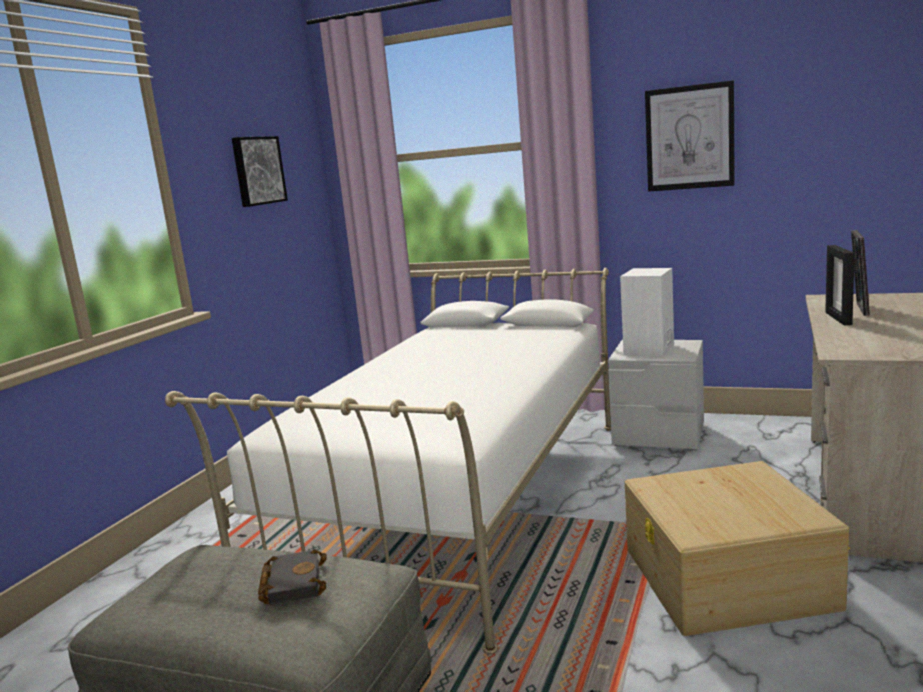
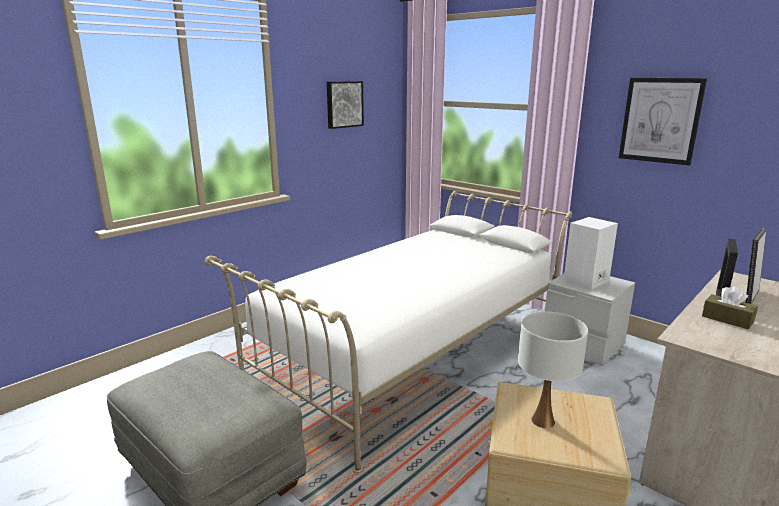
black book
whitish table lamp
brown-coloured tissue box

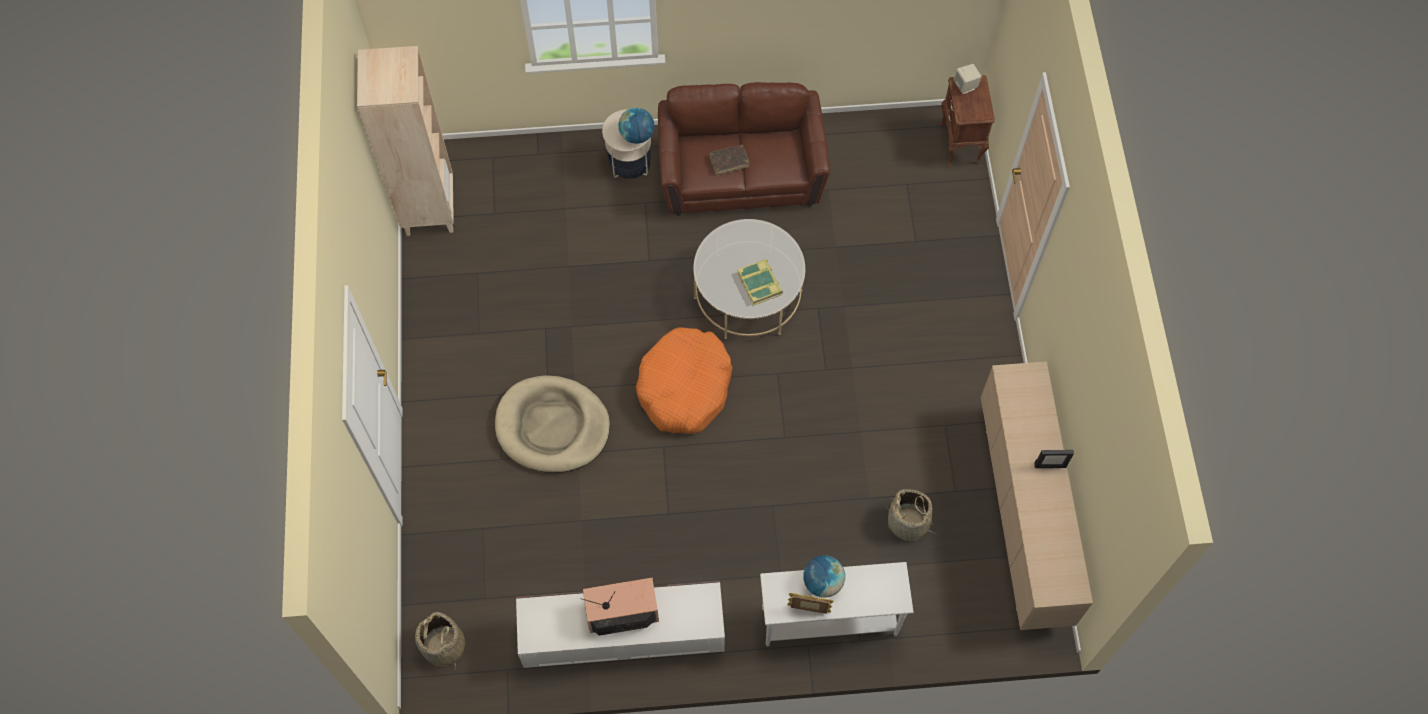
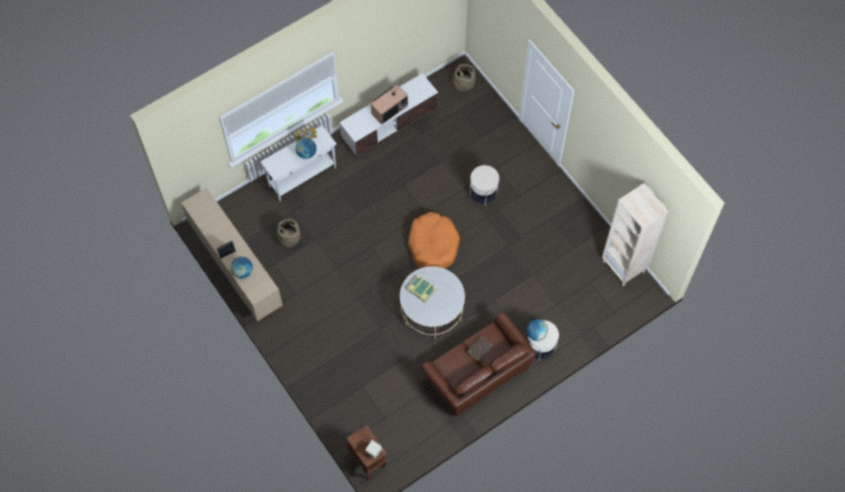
beige end table (1st from left)
world globe (1st from left)

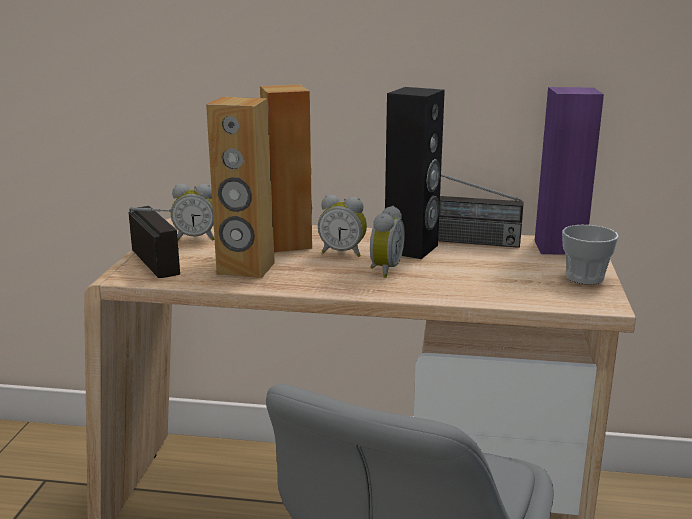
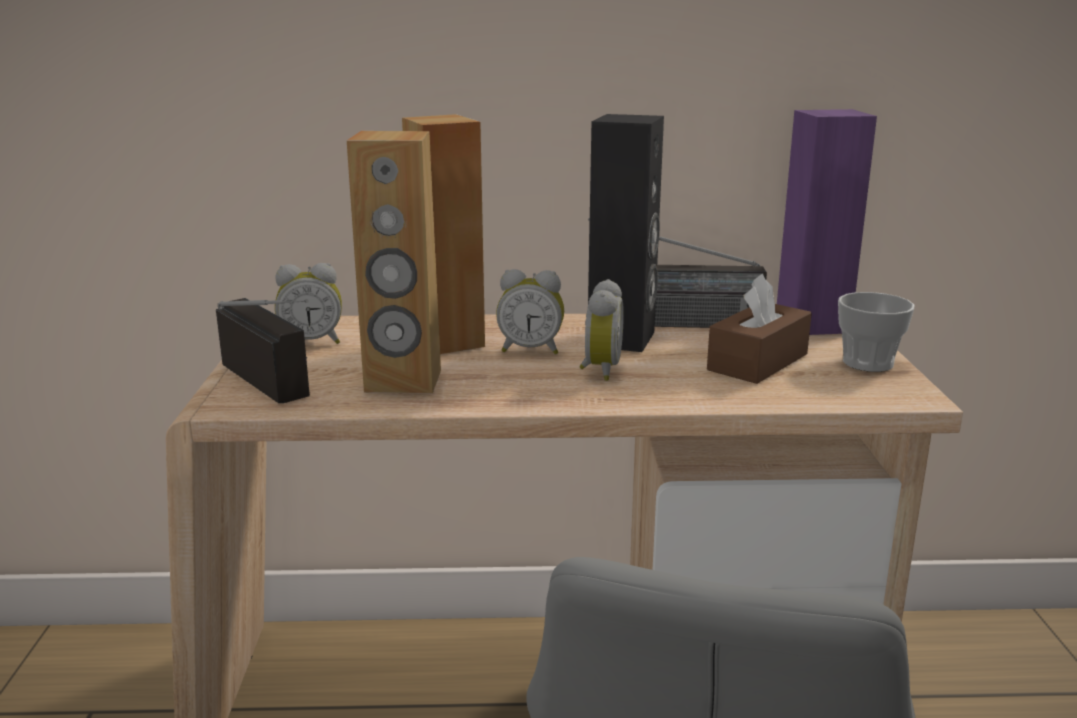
brown-coloured tissue box

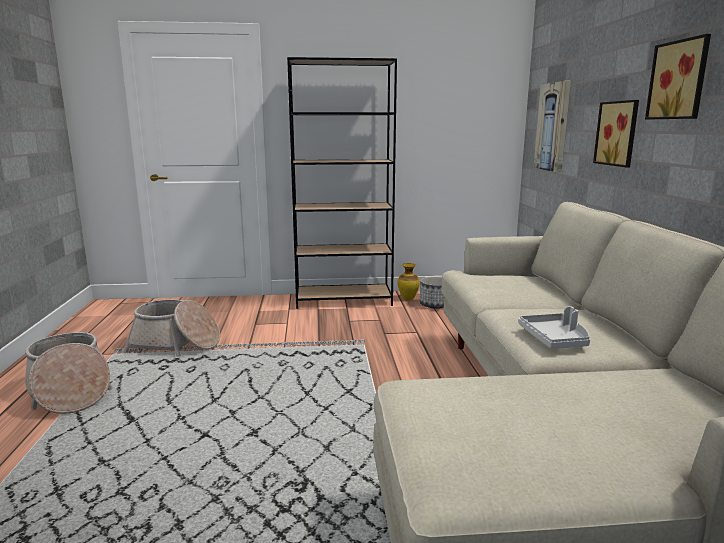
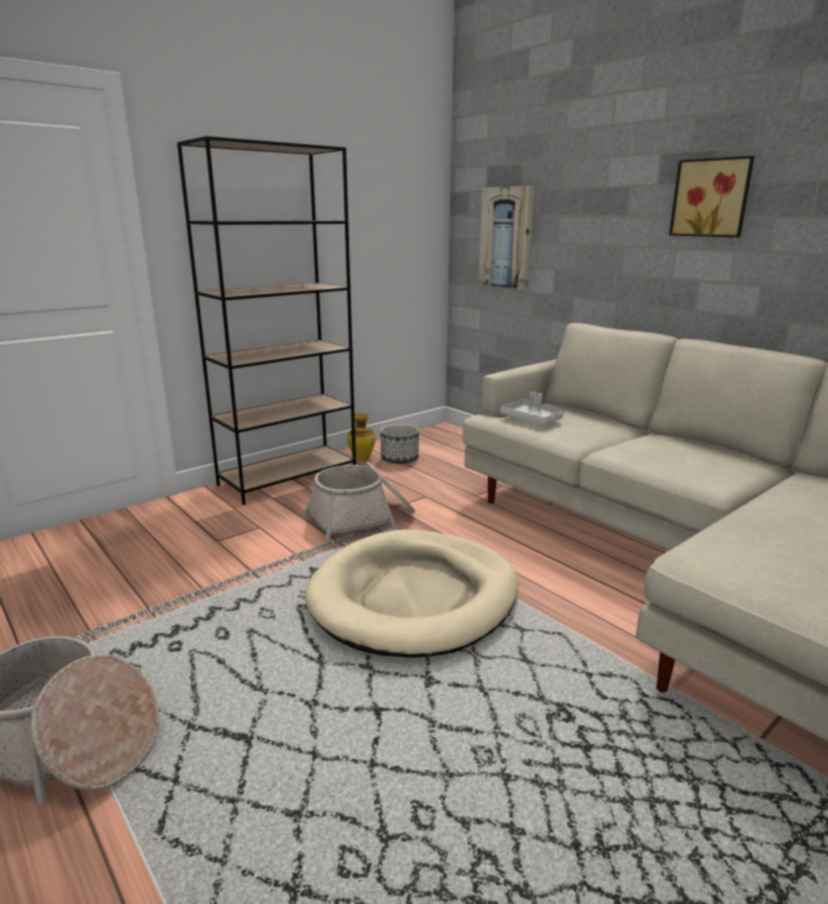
household basket (2nd from left)
greyish carrying tray
wall picture (2nd from left in the first image)
beige dog bed

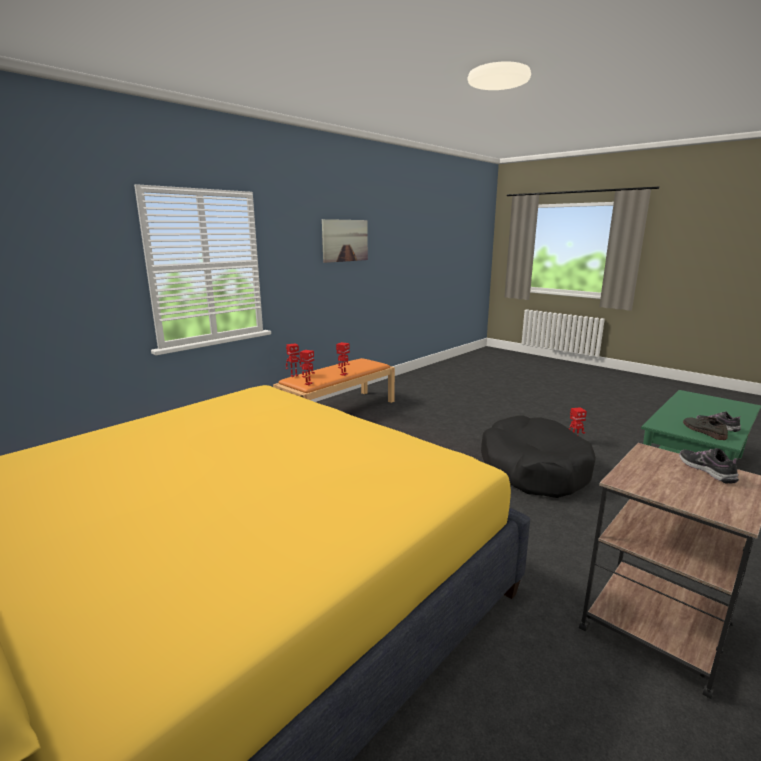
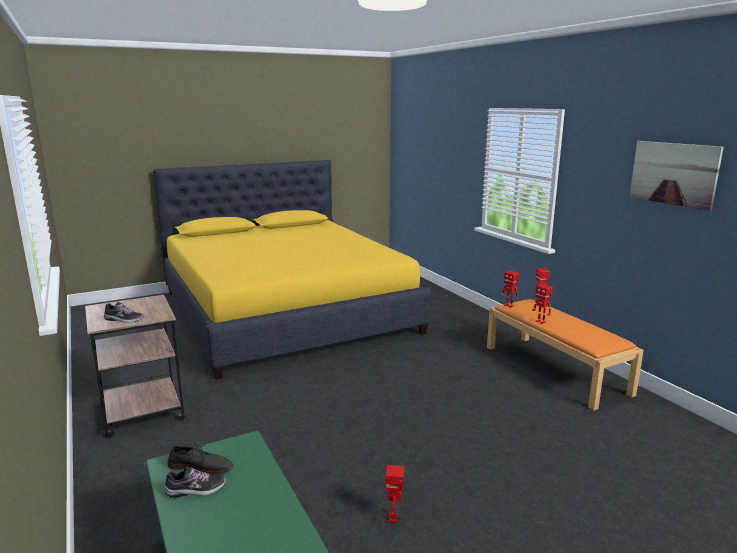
black dog bed

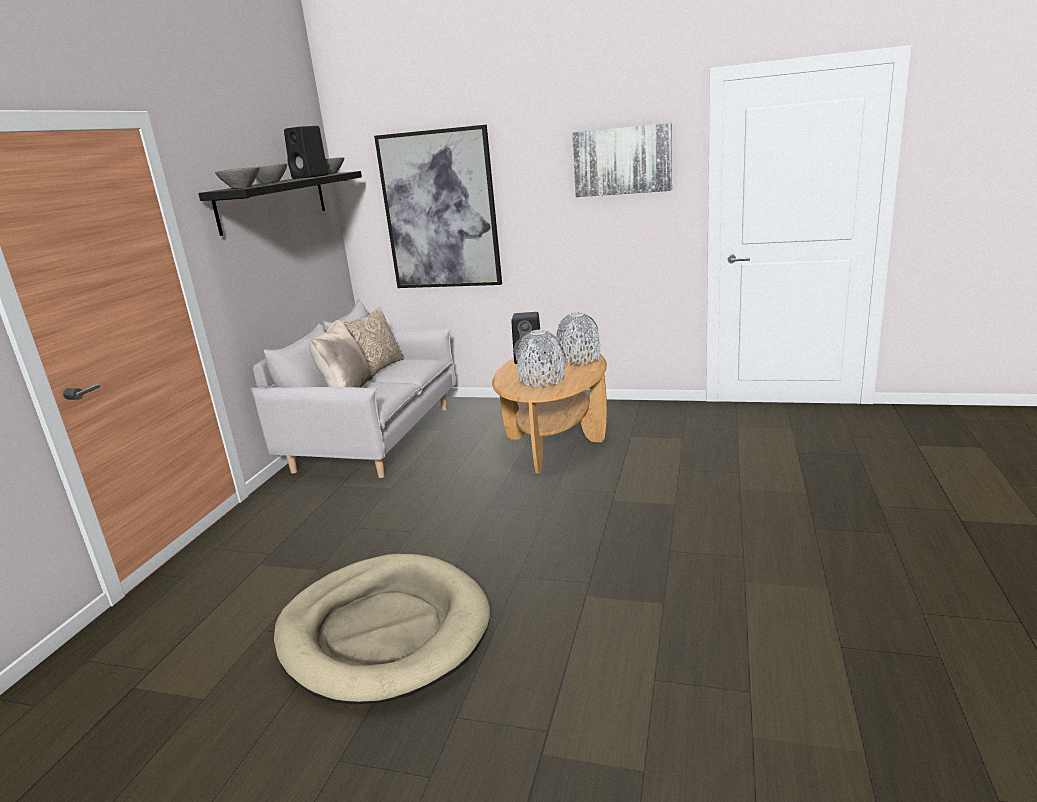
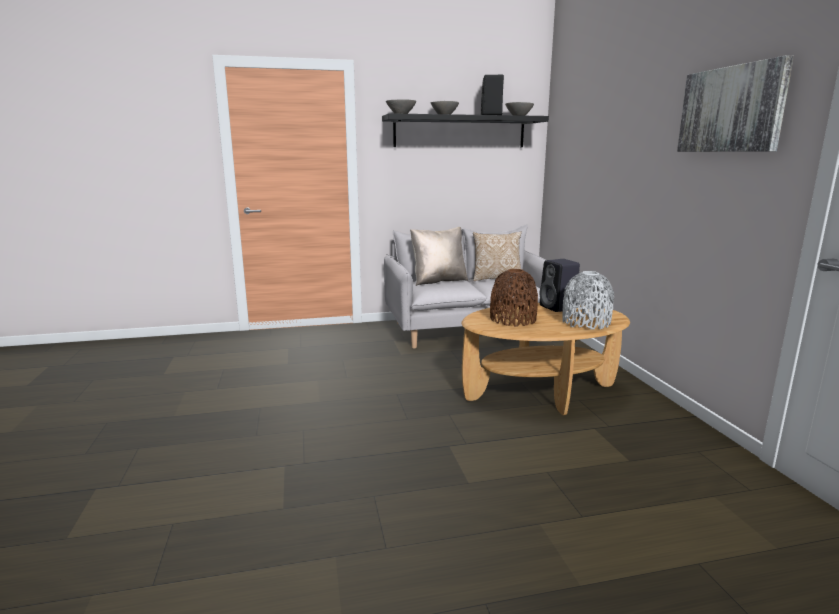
beige dog bed
wall picture (1st from left in the first image)
brown-coloured flower vase

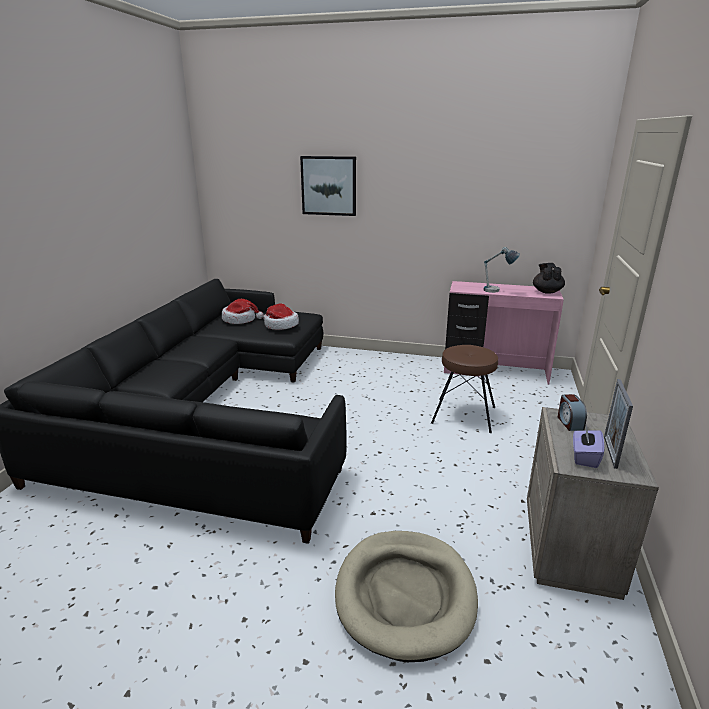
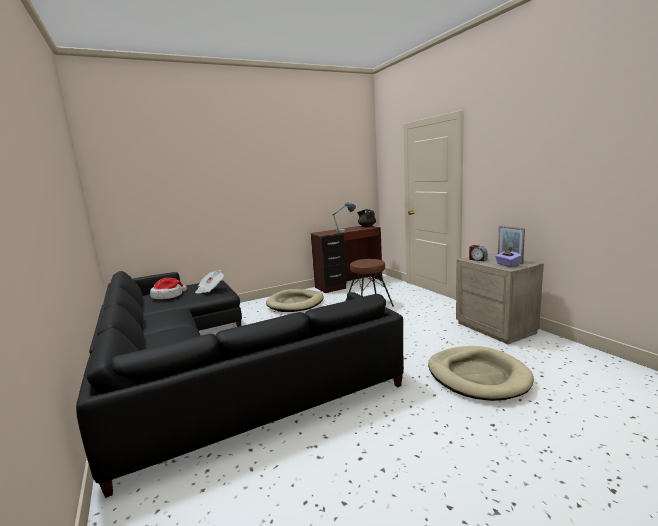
printed paper
wall picture
brown-coloured desk table
beige dog bed (1st from left)

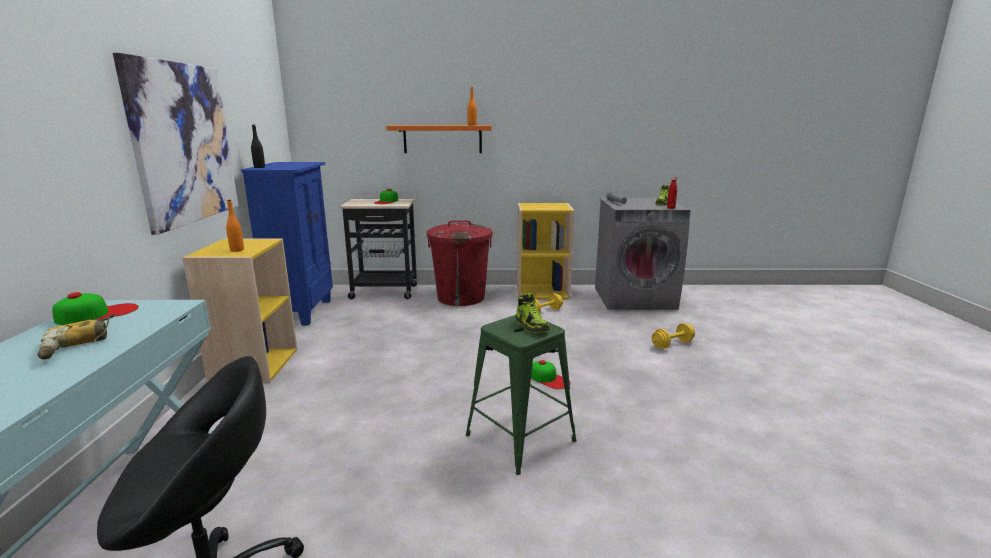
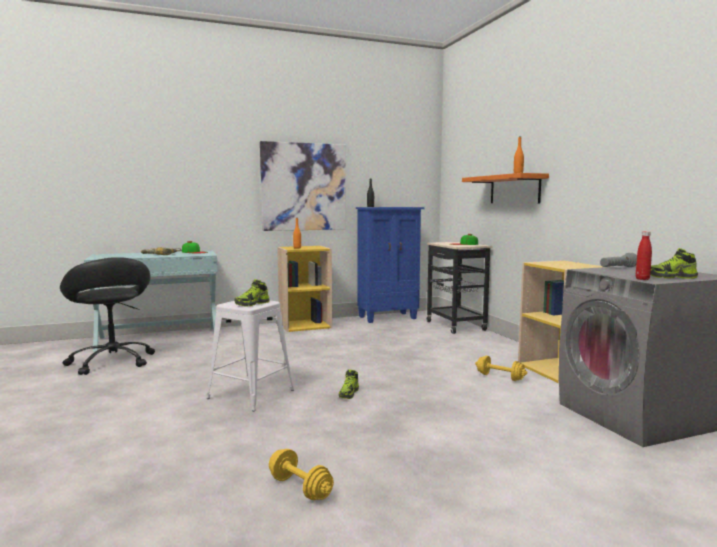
red trash can
whitish stool seat
item of footwear (2nd from left)
yellow-coloured free weight (1st from left)

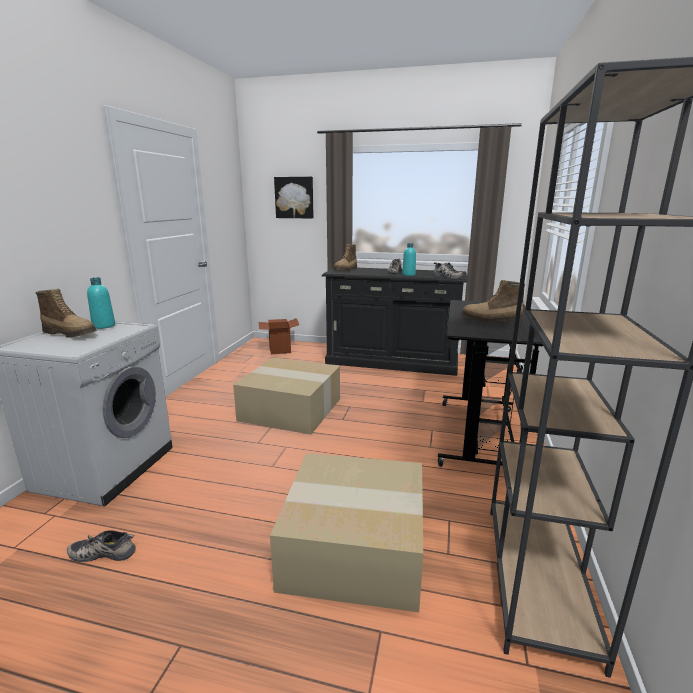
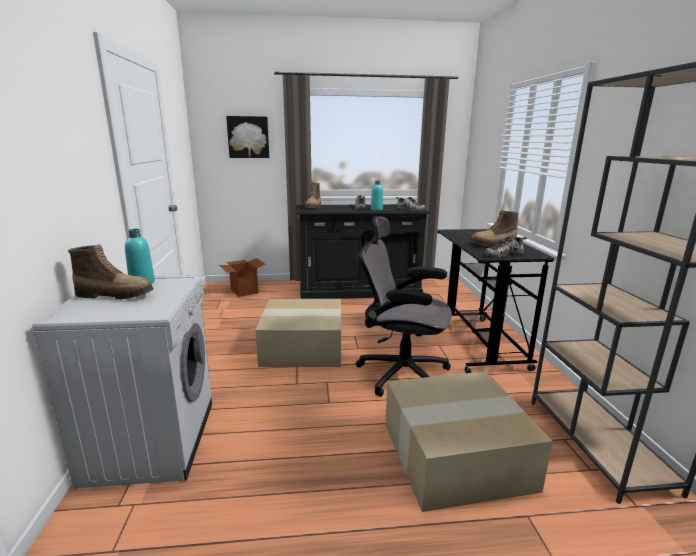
item of footwear (3rd from left)
computer chair

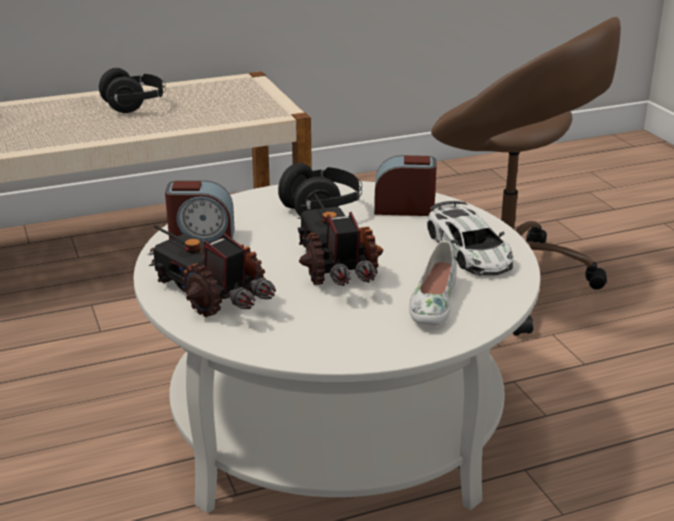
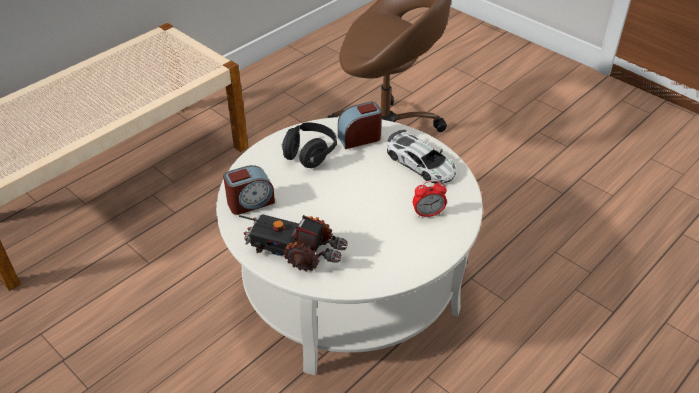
black pair of headphones (1st from left in the first image)
toy lorry (2nd from left in the first image)
table clock (3rd from left)

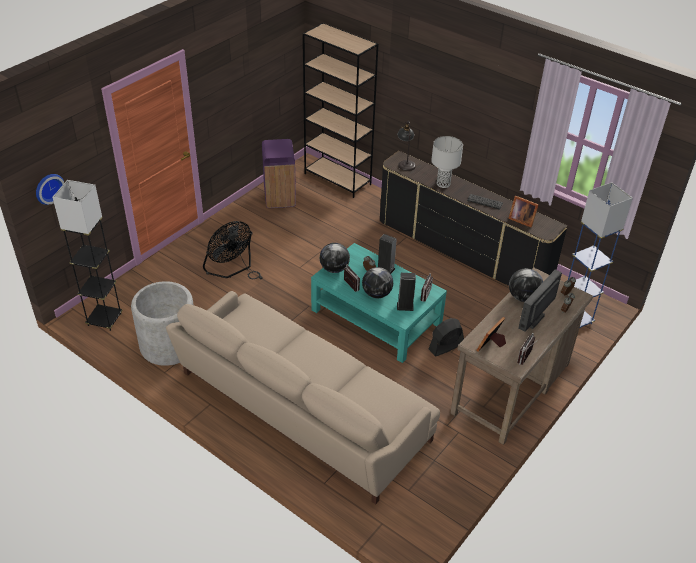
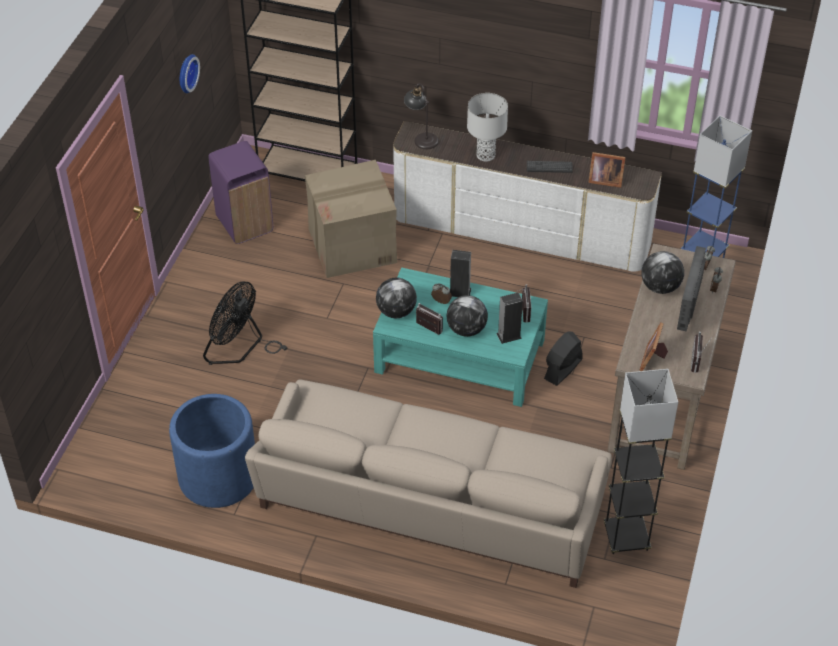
wall clock
greyish floor lamp
blue planter
whitish cabinet
packing box

